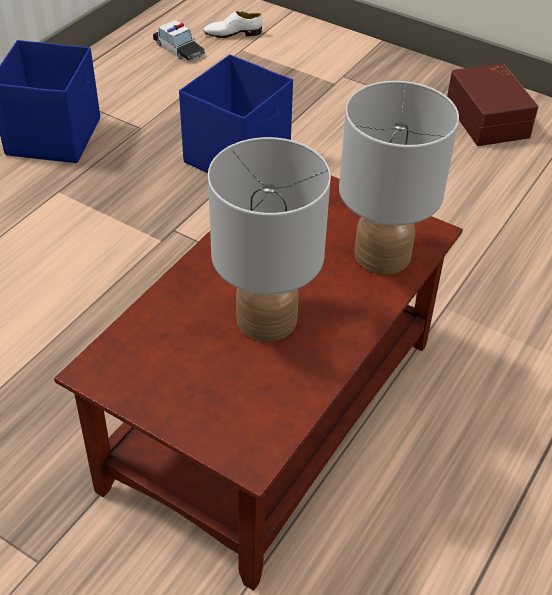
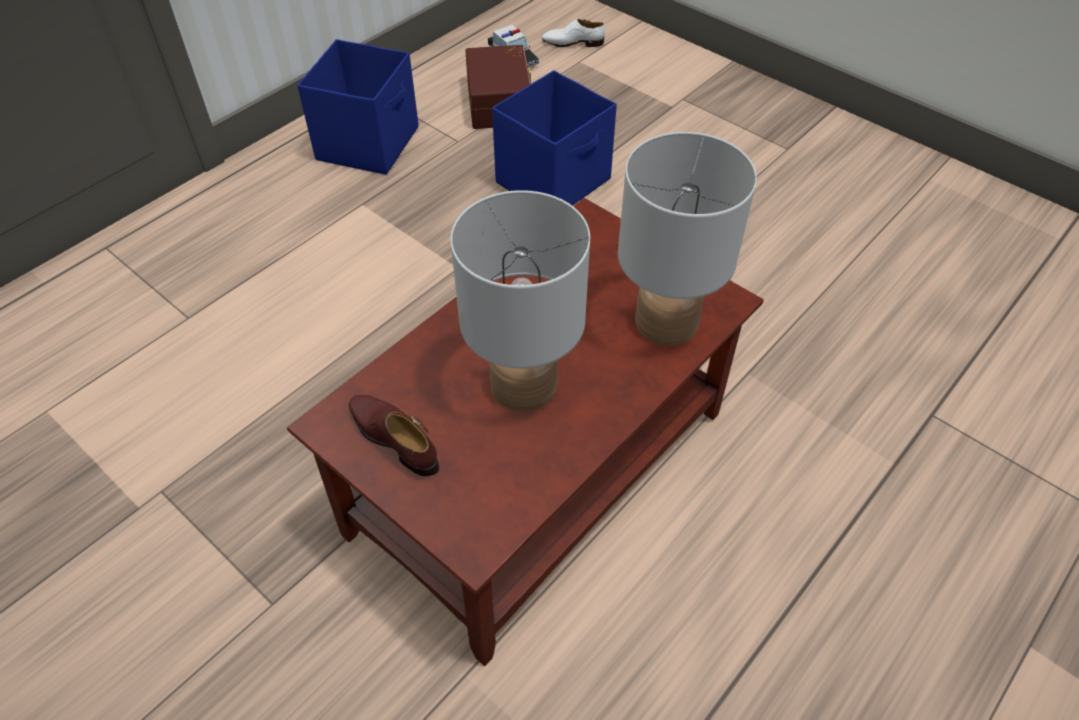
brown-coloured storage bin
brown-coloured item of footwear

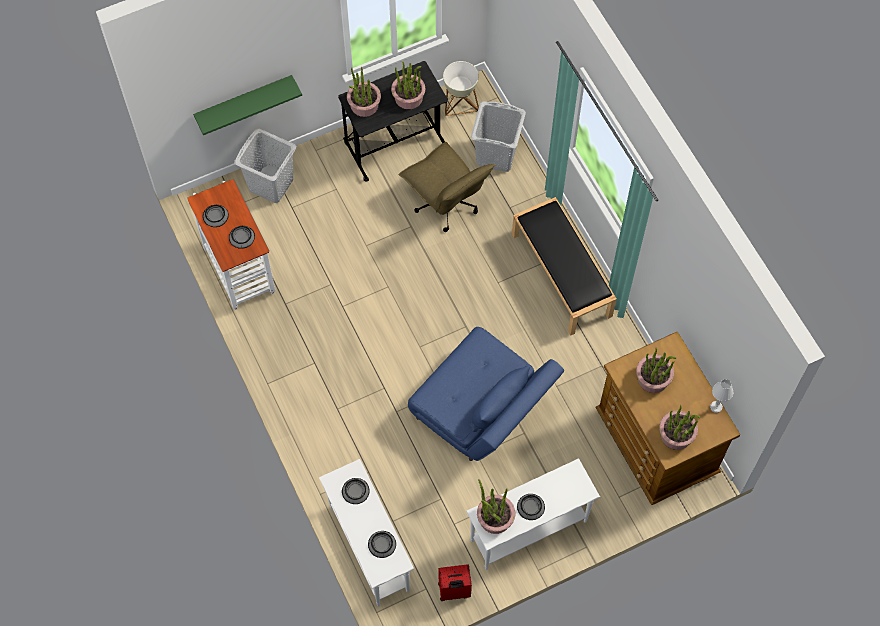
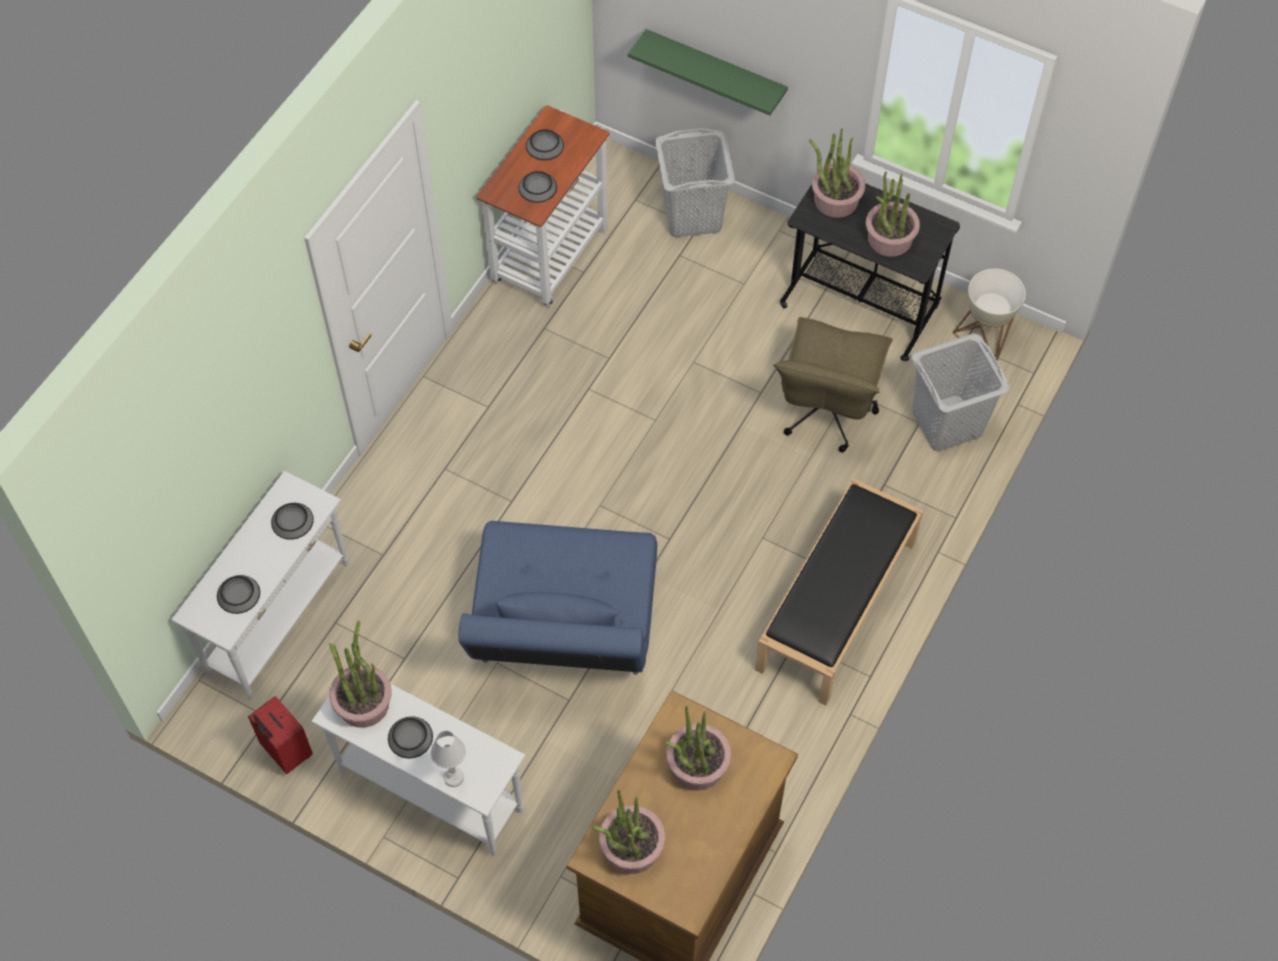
whitish table lamp

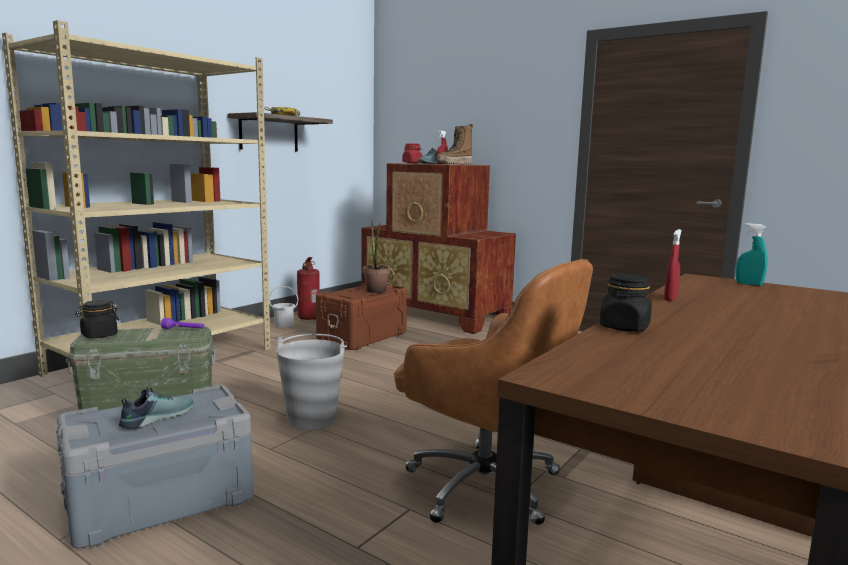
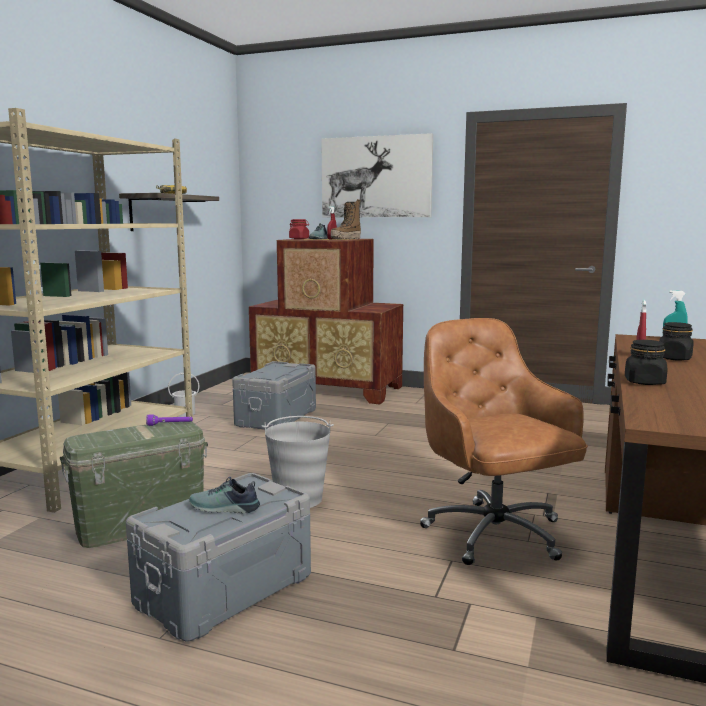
black preserve jar (2nd from left)
item of footwear (1st from left)
extinguisher
greyish storage bin (2nd from left)
plant in a pot
brown-coloured computer chair
wall picture

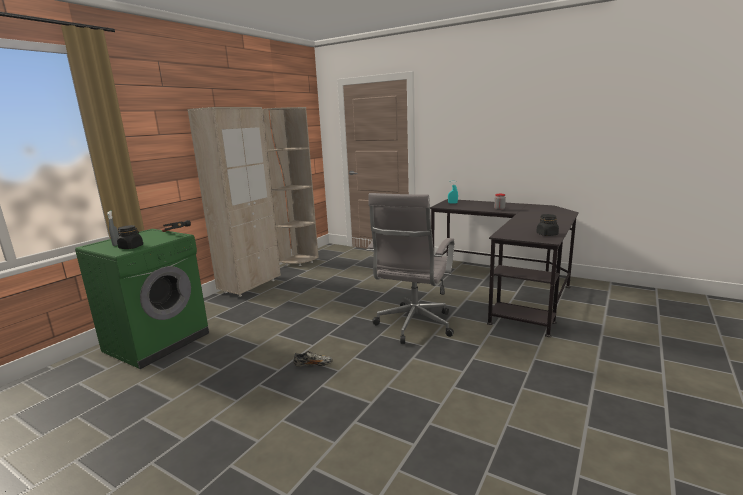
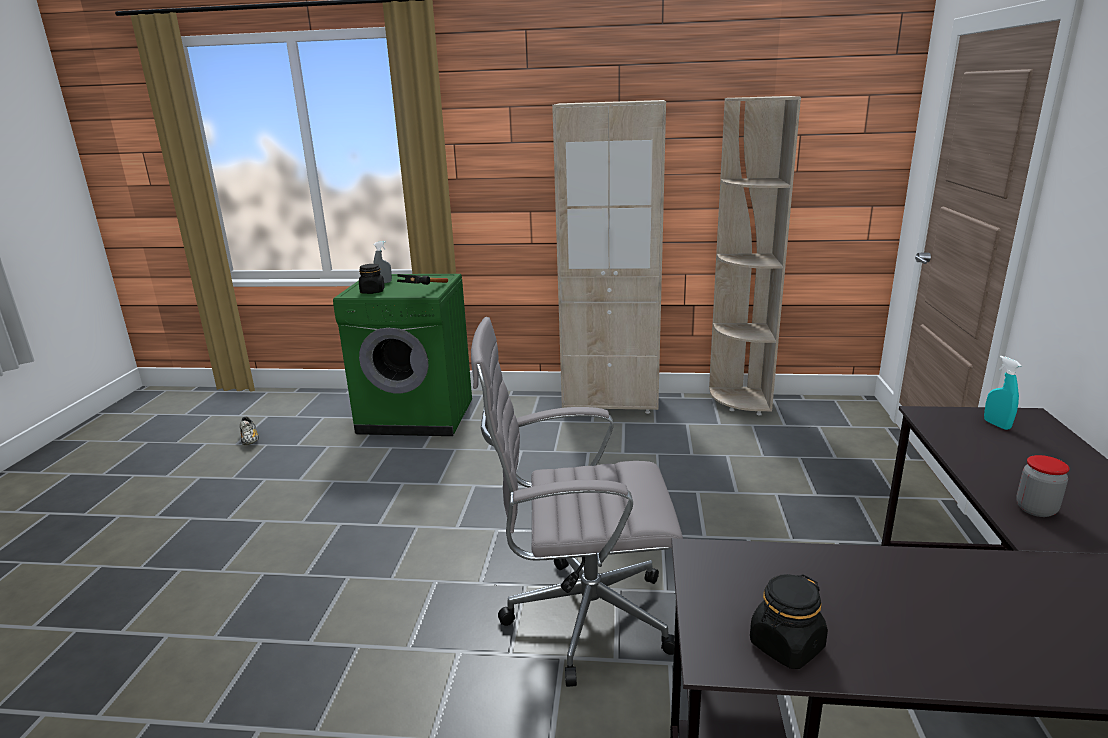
item of footwear

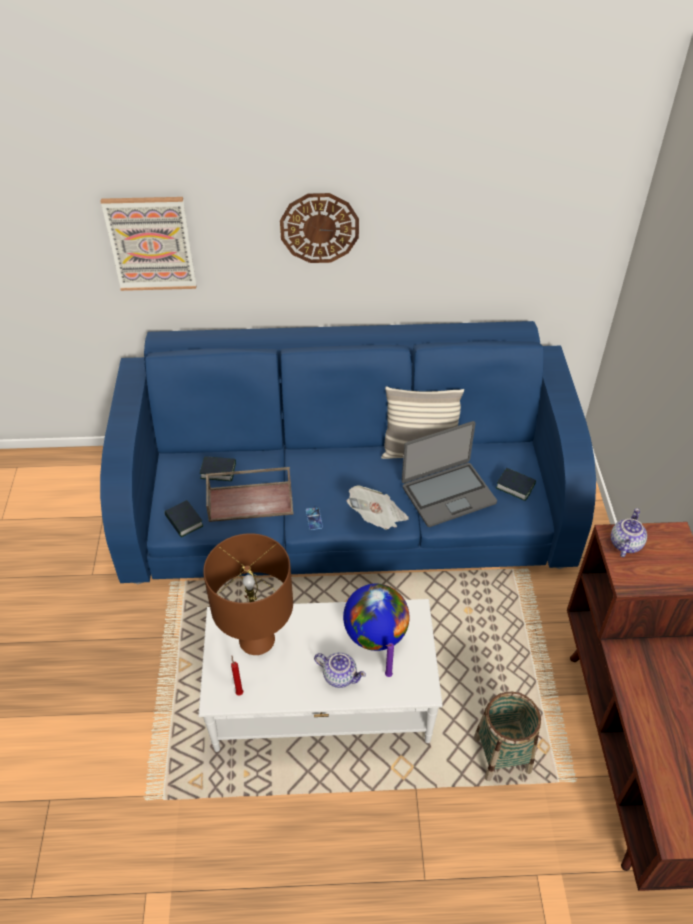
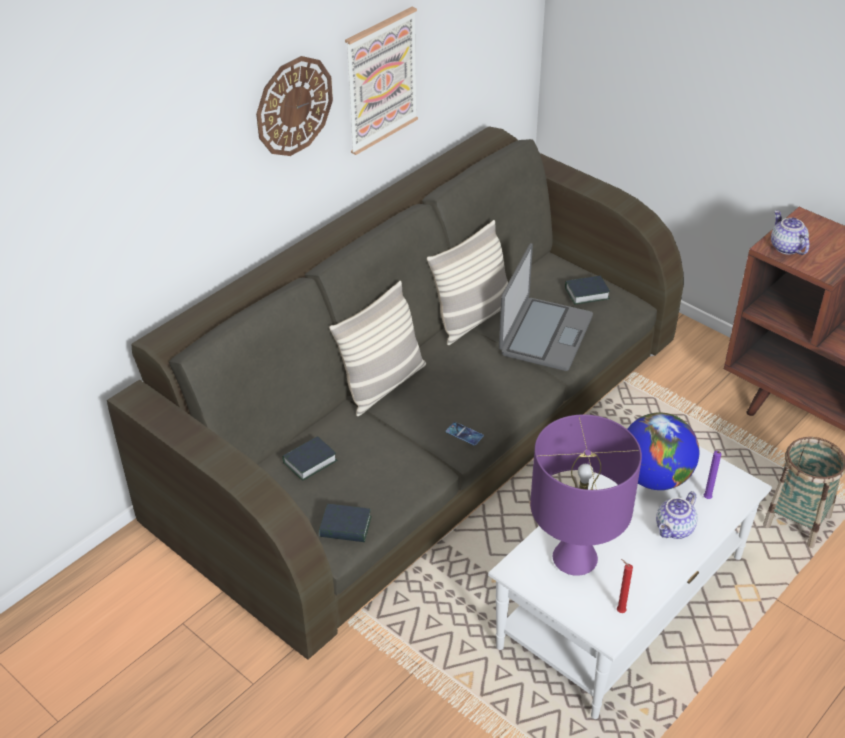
wall picture
greyish settee
purplish table lamp
brown-coloured carrying tray
tea pot (1st from left)
printed paper
pillow (1st from left)

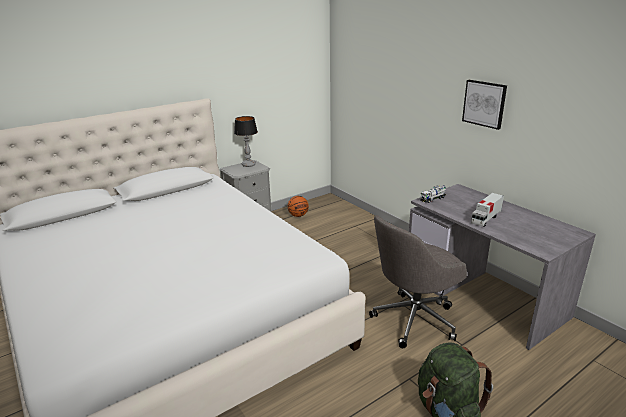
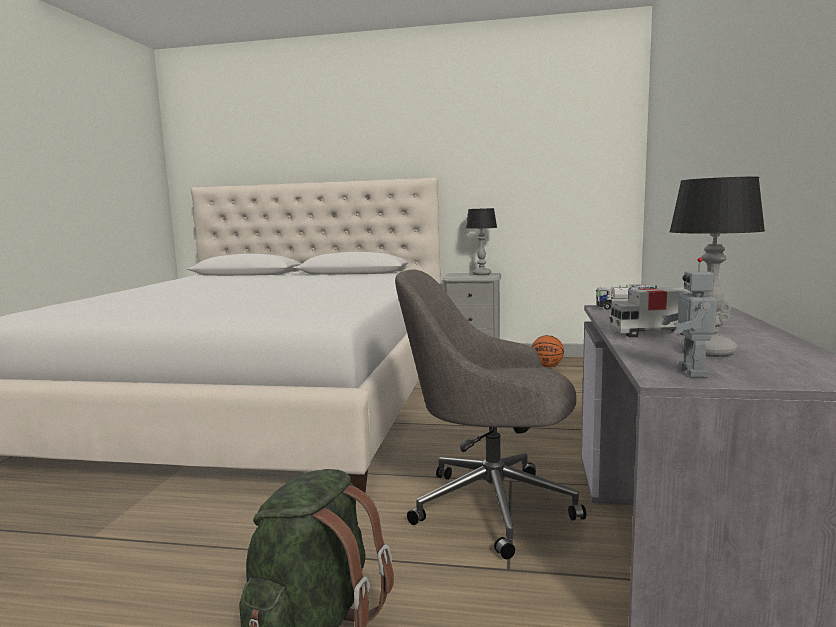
wall picture
model robot
table lamp (2nd from left)

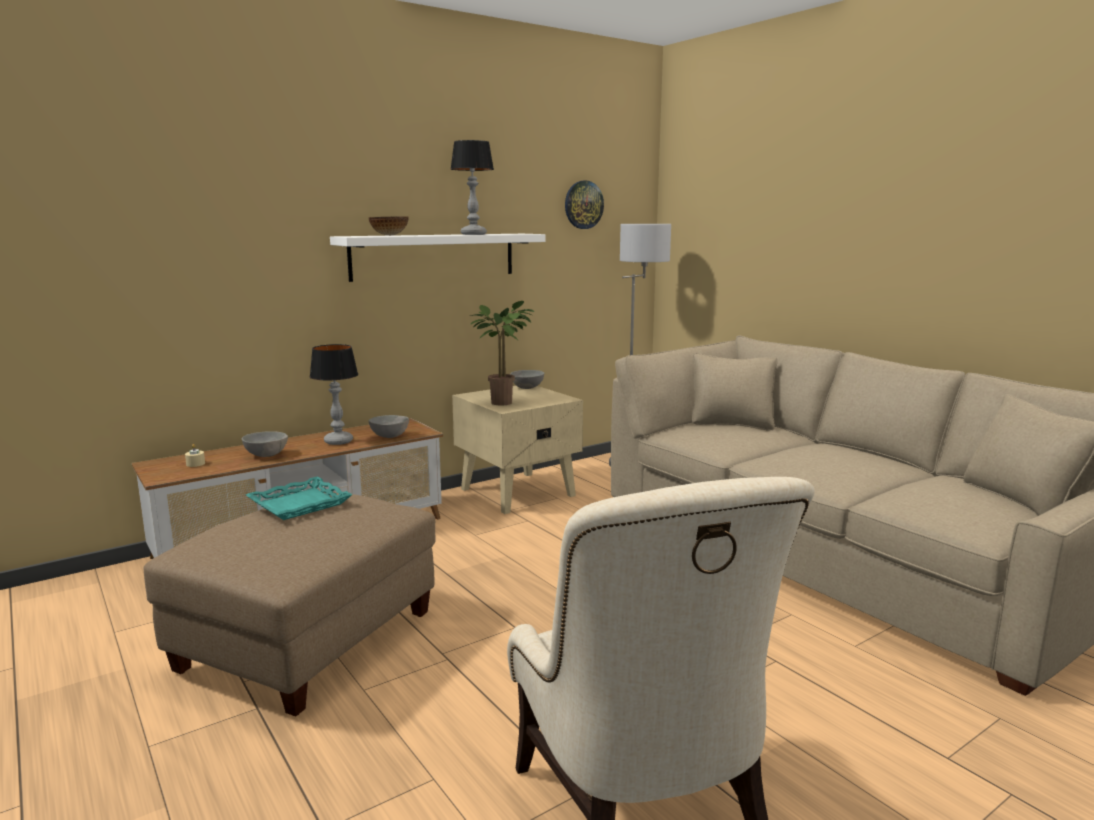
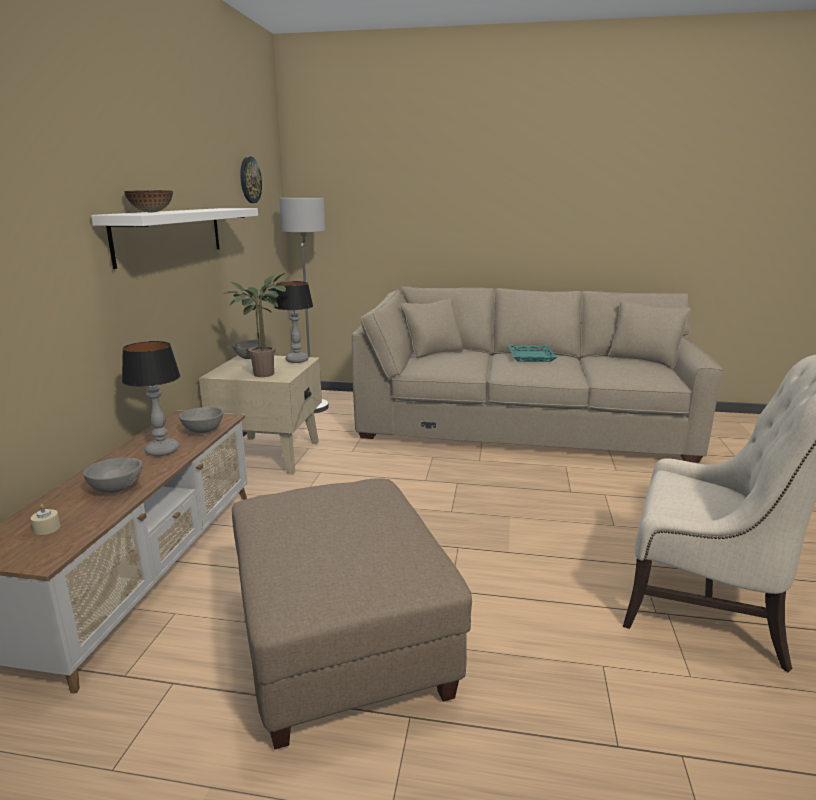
blue-green carrying tray
table lamp (2nd from left)

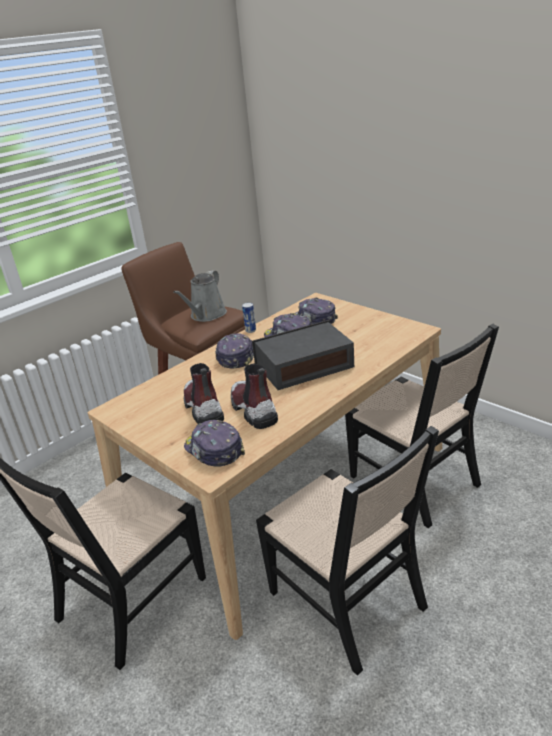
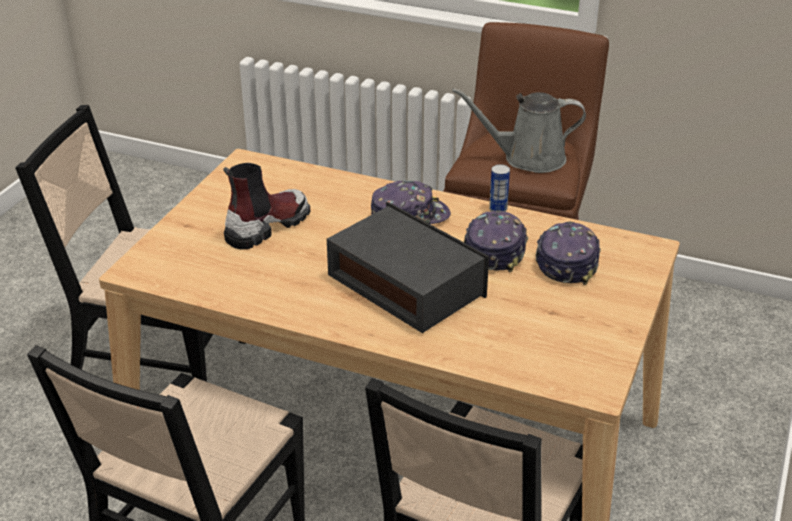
baseball cap (1st from left in the first image)
high-top boot (2nd from left in the first image)

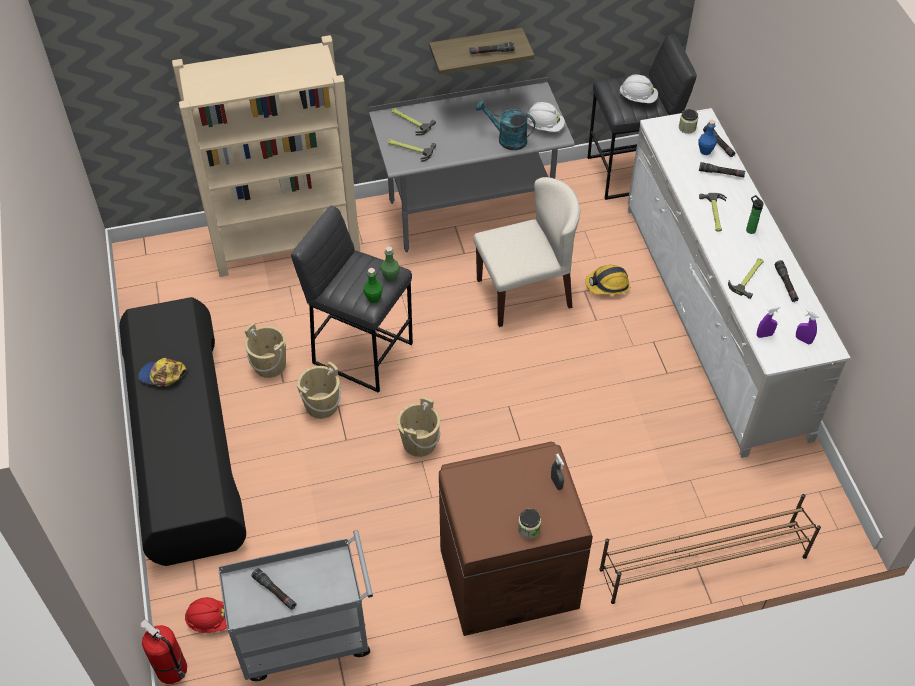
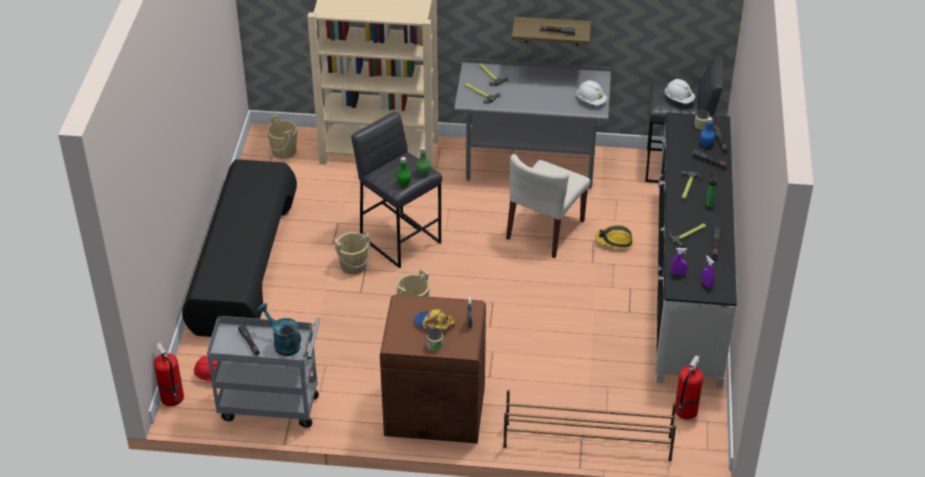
baseball cap
beige bucket (1st from left)
beige upright chair
blue-green watering can
black cabinet
extinguisher (2nd from left)

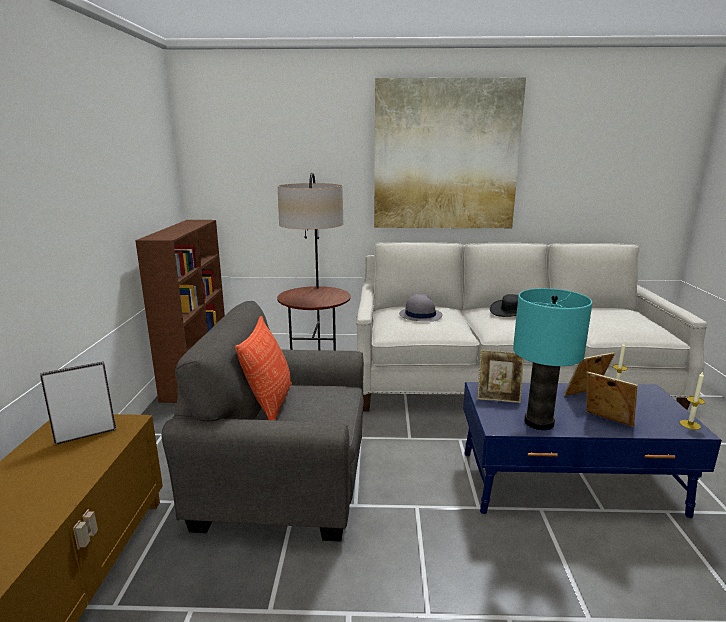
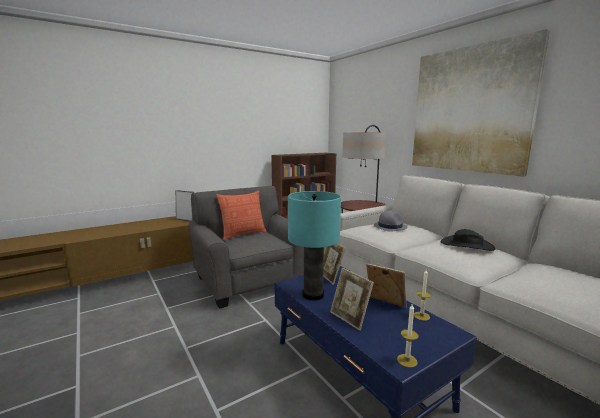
photo frame (3rd from left)

